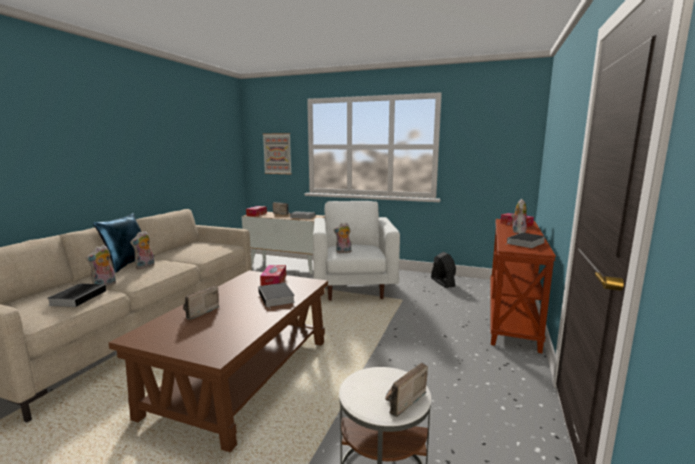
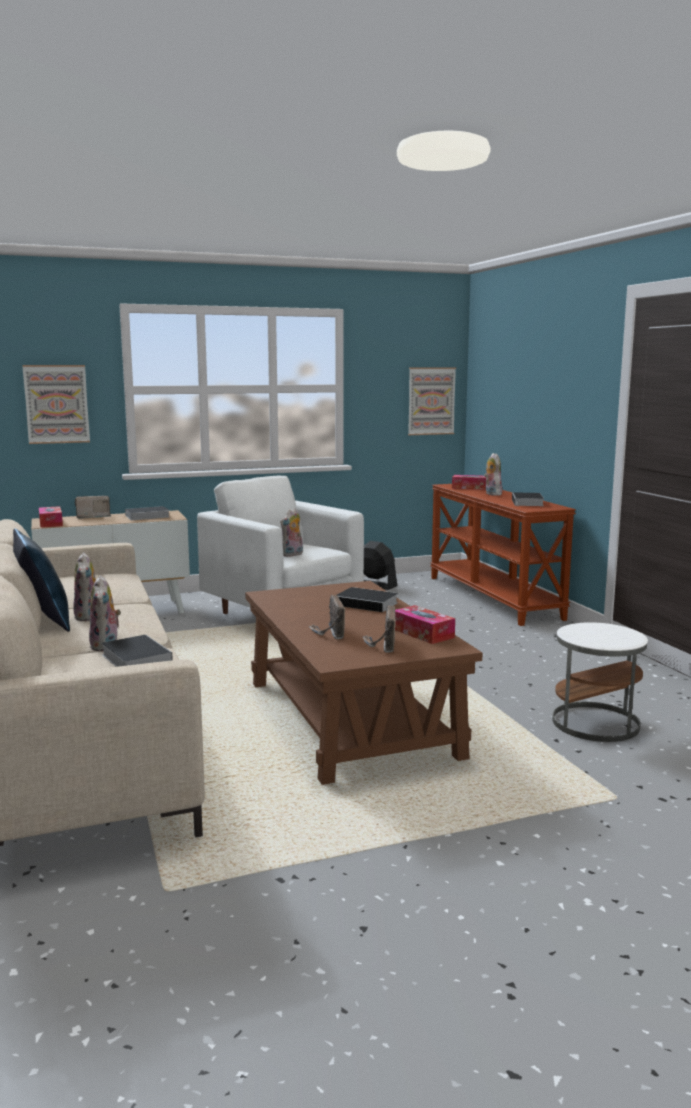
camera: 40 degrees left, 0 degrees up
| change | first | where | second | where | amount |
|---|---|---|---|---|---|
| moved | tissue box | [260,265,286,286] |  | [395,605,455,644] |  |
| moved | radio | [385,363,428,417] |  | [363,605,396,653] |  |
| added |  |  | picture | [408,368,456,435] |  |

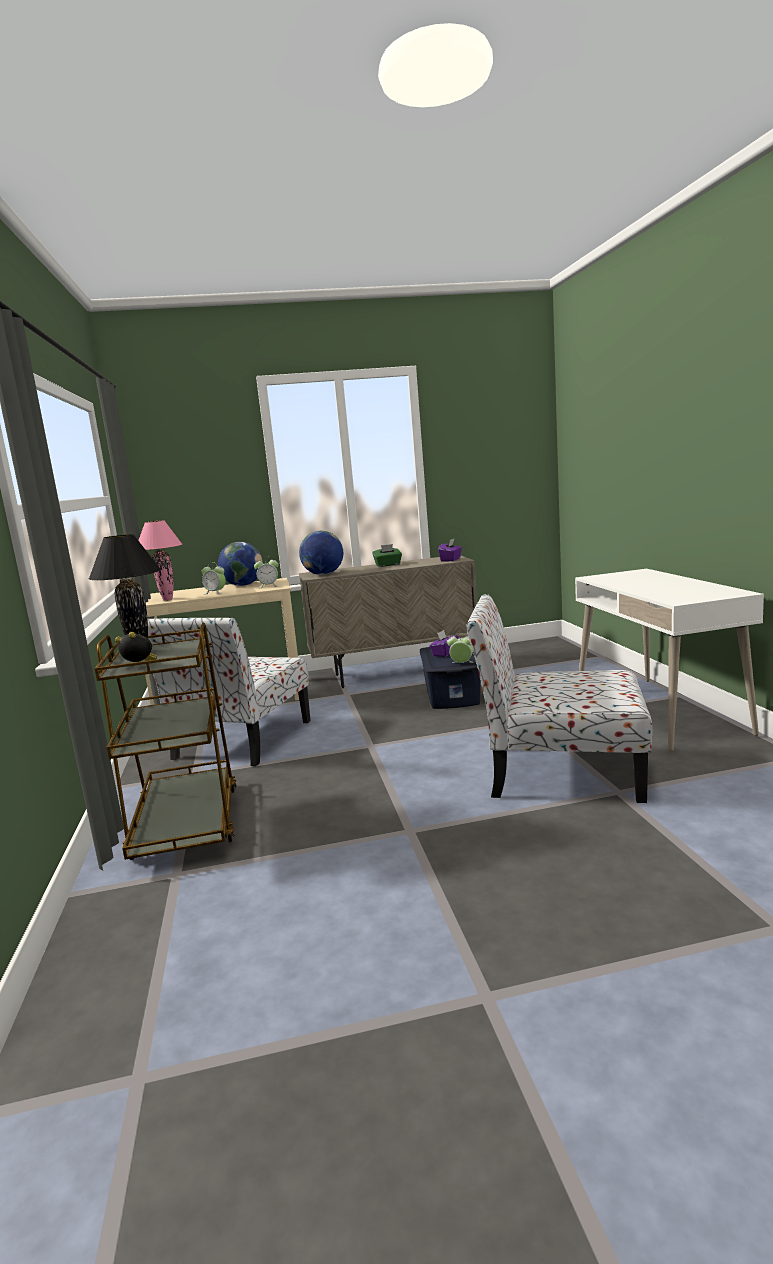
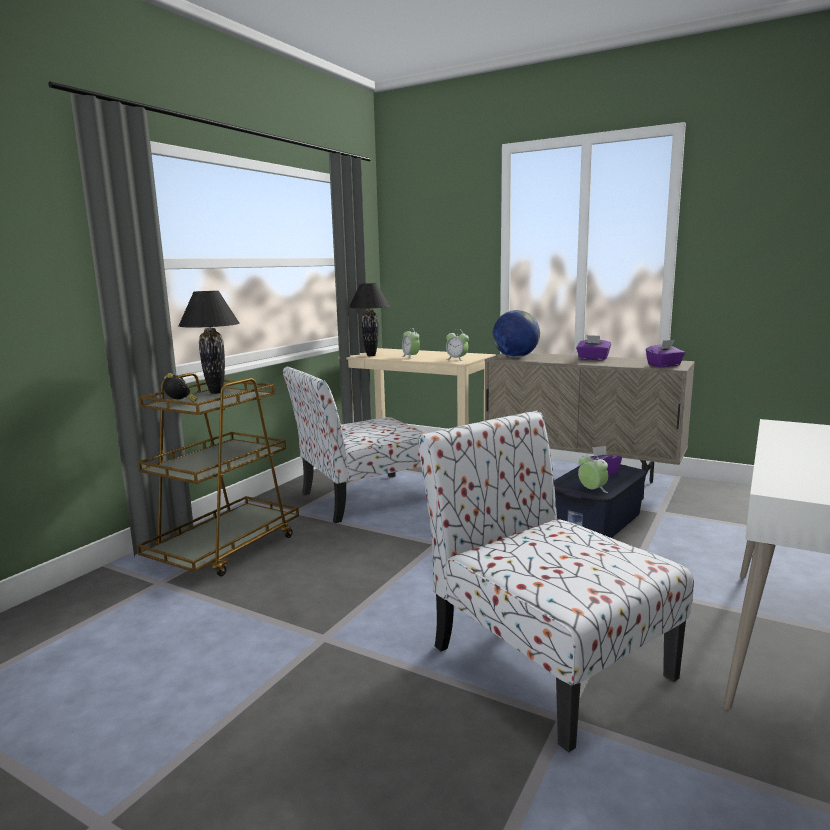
camera: 40 degrees right, 0 degrees up
| change | first | where | second | where | amount |
|---|---|---|---|---|---|
| recoloured | pink table lamp | [138,520,182,601] | black table lamp | [349,283,390,356] |  |
| removed | globe | [218,542,263,586] |  |  |  |
| recoloured | green tissue box | [372,544,402,567] | purple tissue box | [576,335,611,360] |  |

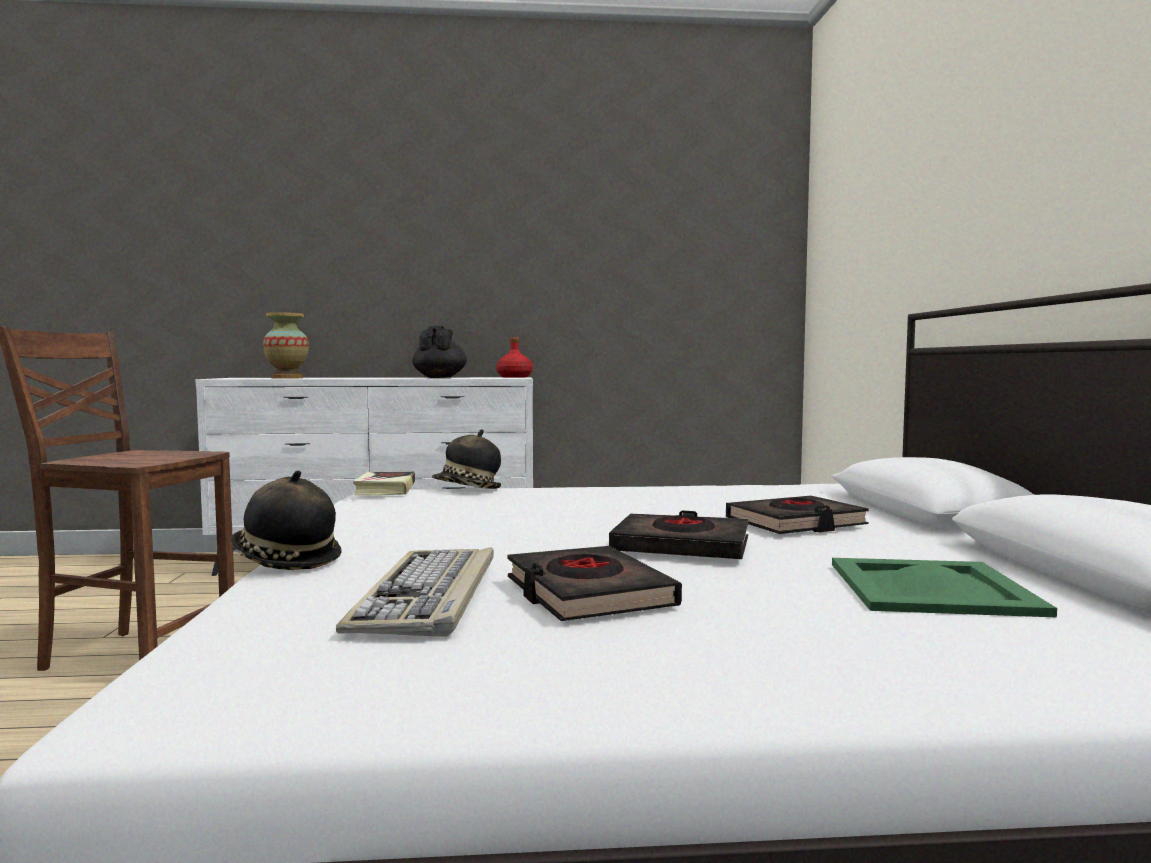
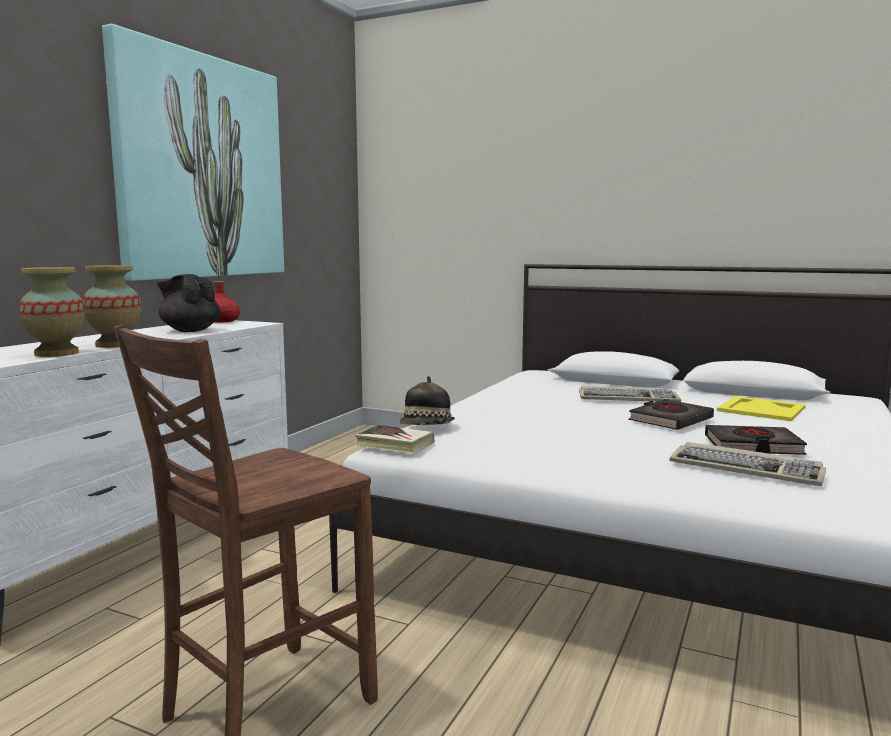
camera: 60 degrees left, 5 degrees up
| change | first | where | second | where | amount |
|---|---|---|---|---|---|
| removed | hat | [231,470,342,570] |  |  |  |
| replaced | black book | [726,496,869,534] | keyboard | [579,386,681,402] |  |
| recoloured | green tray | [832,558,1057,618] | yellow tray | [717,396,806,421] |  |
| added |  |  | picture | [102,24,284,281] |  |
| added |  |  | vase | [83,265,141,348] |  |

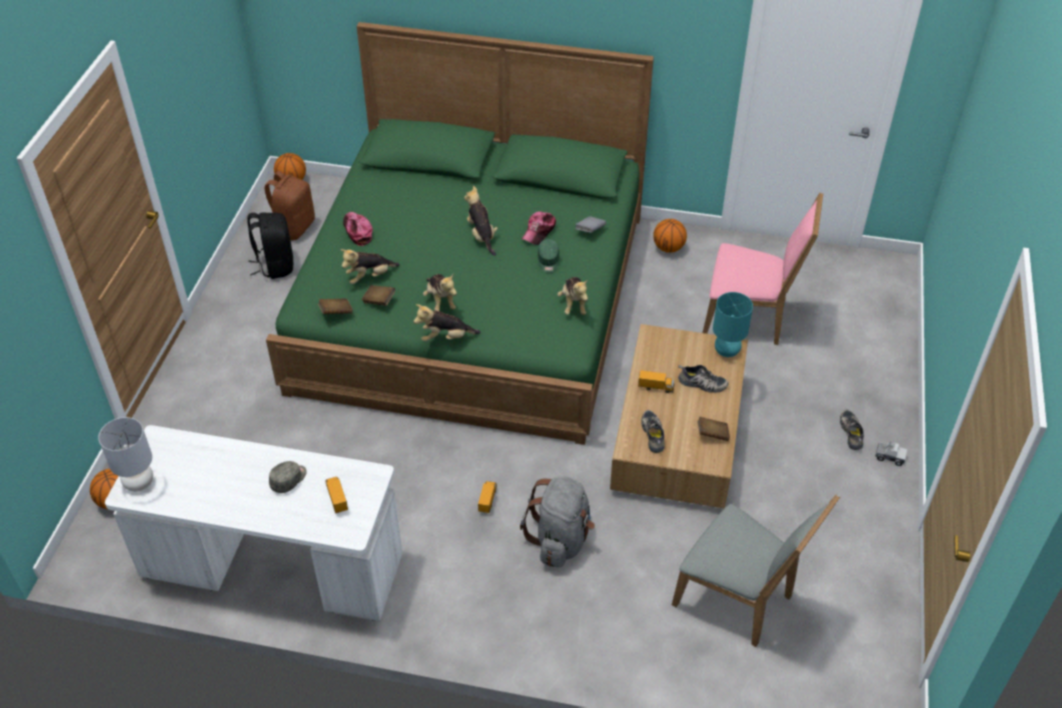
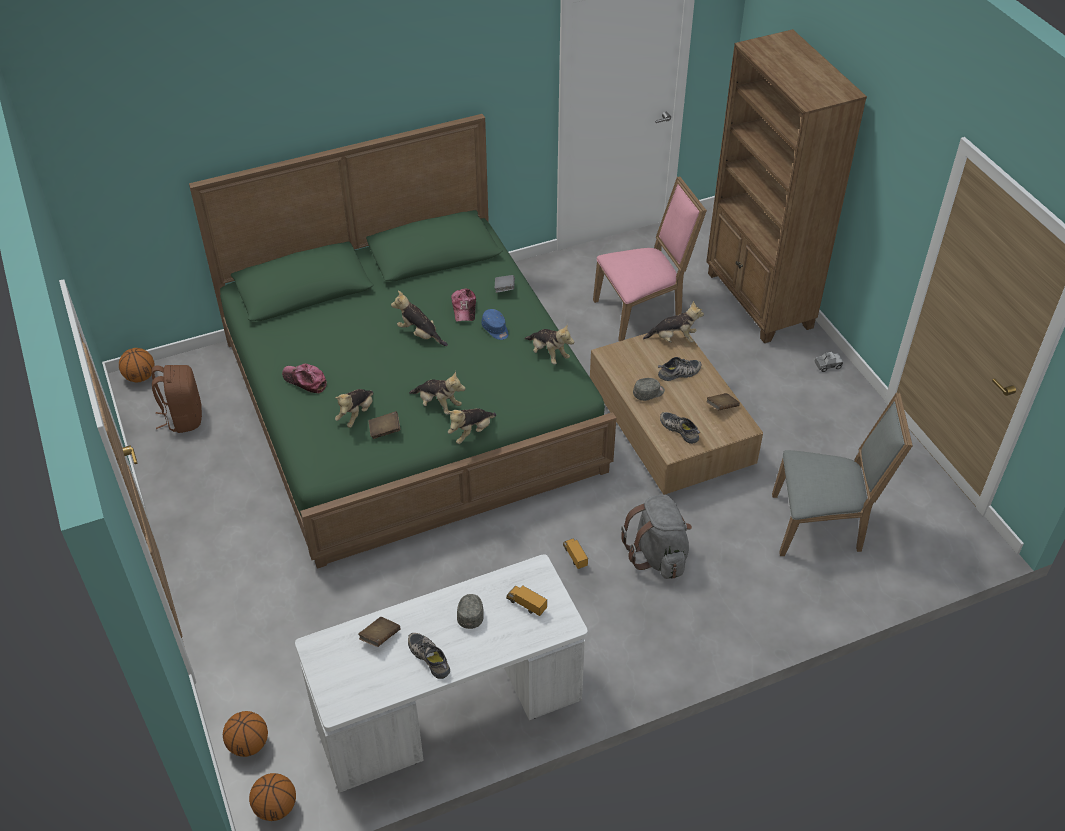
camera: 35 degrees left, 0 degrees up
| change | first | where | second | where | amount |
|---|---|---|---|---|---|
| removed | black backpack | [247,213,294,279] |  |  |  |
| moved | basketball | [653,219,687,253] |  | [249,773,296,821] |  |
| recoloured | green cap | [538,239,559,273] | blue cap | [482,309,508,340] |  |
| replaced | turquoise table lamp | [713,292,753,357] | plush toy | [643,301,704,342] |  |
| moved | brown book | [318,299,352,314] |  | [359,617,400,647] |  |
| replaced | toy truck | [638,370,675,393] | grey cap | [633,378,665,401] |  |
| moved | shoe | [840,409,864,450] |  | [408,633,450,679] |  |
| removed | grey table lamp | [98,417,153,492] |  |  |  |
| added |  |  | brown bookcase | [706,29,867,343] |  |

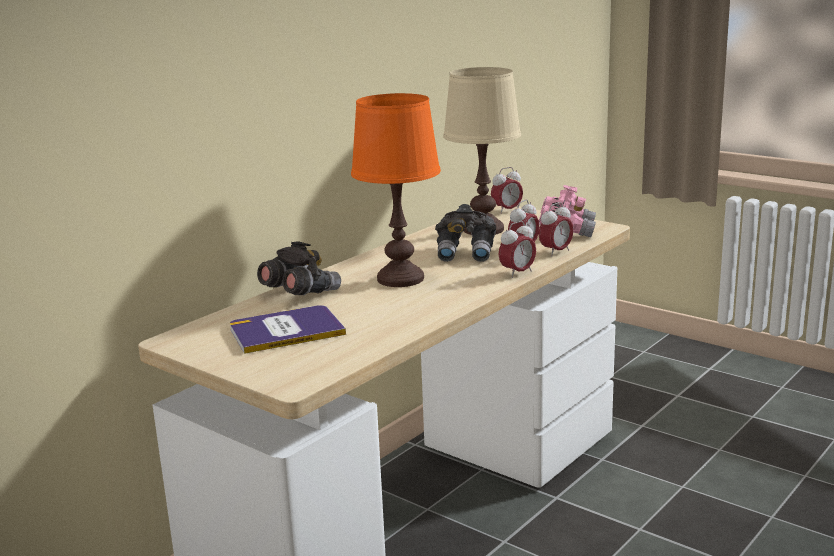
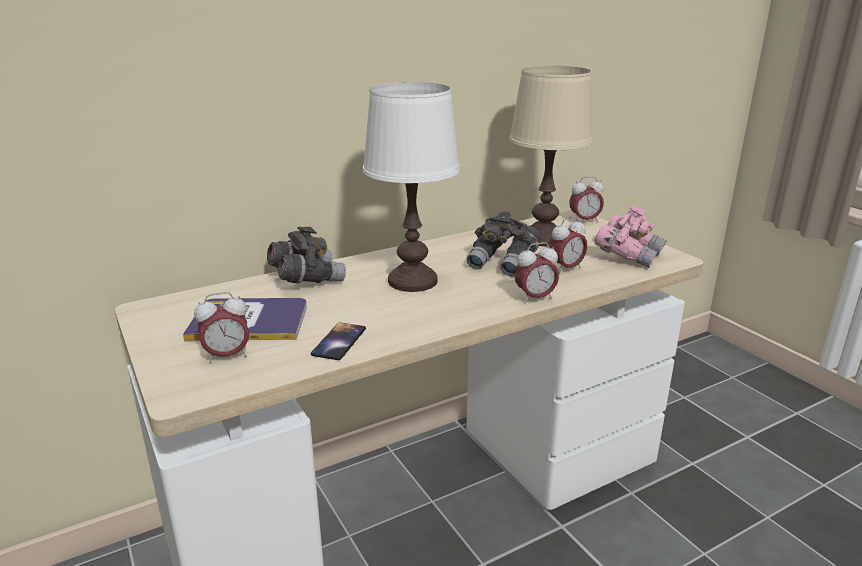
camera: 20 degrees right, 5 degrees up
| change | first | where | second | where | amount |
|---|---|---|---|---|---|
| recoloured | orange table lamp | [351,93,441,287] | white table lamp | [363,82,460,292] |  |
| moved | alarm clock | [539,202,574,256] |  | [194,292,249,363] |  |
| added |  |  | phone | [311,322,366,360] |  |

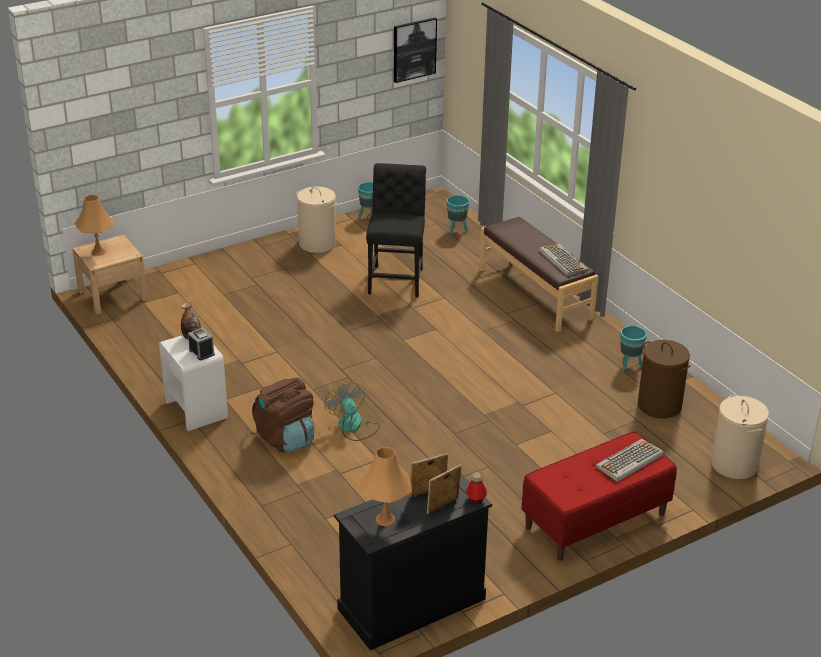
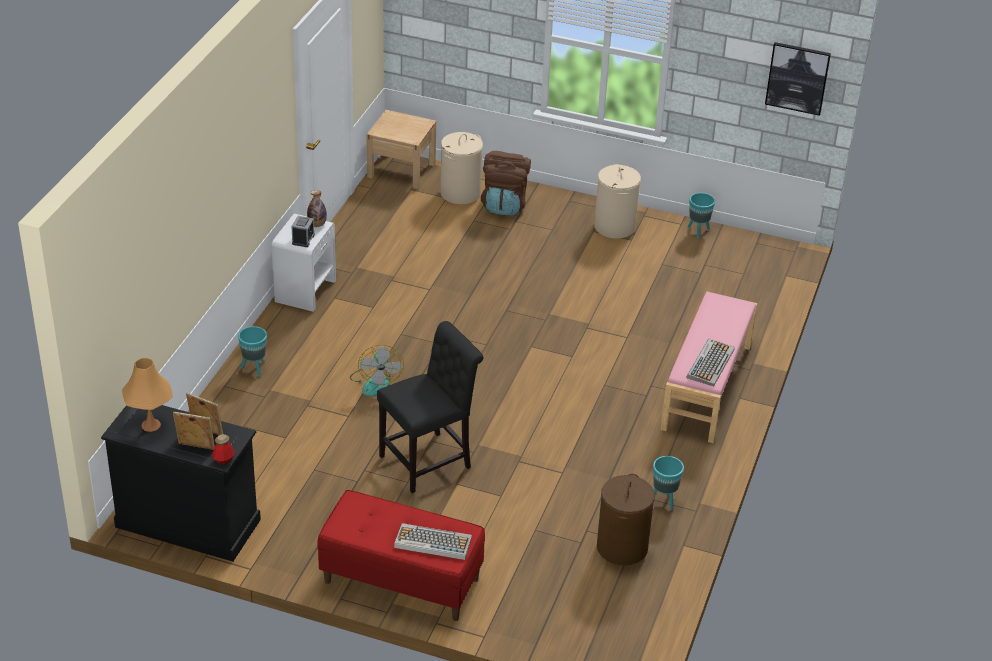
camera: 50 degrees right, 5 degrees up
| change | first | where | second | where | amount |
|---|---|---|---|---|---|
| moved | black chair | [366,163,426,297] |  | [377,321,483,493] |  |
| removed | orange table lamp | [75,195,115,256] |  |  |  |
| moved | turquoise planter | [447,195,469,235] |  | [238,326,267,377] |  |
| recoloured | brown bench | [479,217,599,332] | pink bench | [661,291,757,443] |  |
| moved | brown backpack | [252,378,315,452] |  | [481,151,531,215] |  |
| turned | fan | [324,381,380,441] |  | [350,345,404,396] | 150 degrees clockwise |
| moved | beige laundry basket | [711,395,769,479] |  | [441,132,483,204] |  |

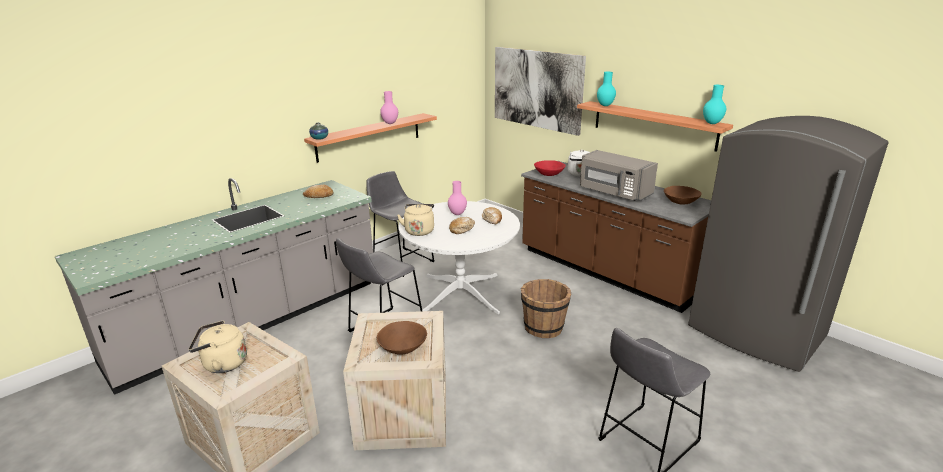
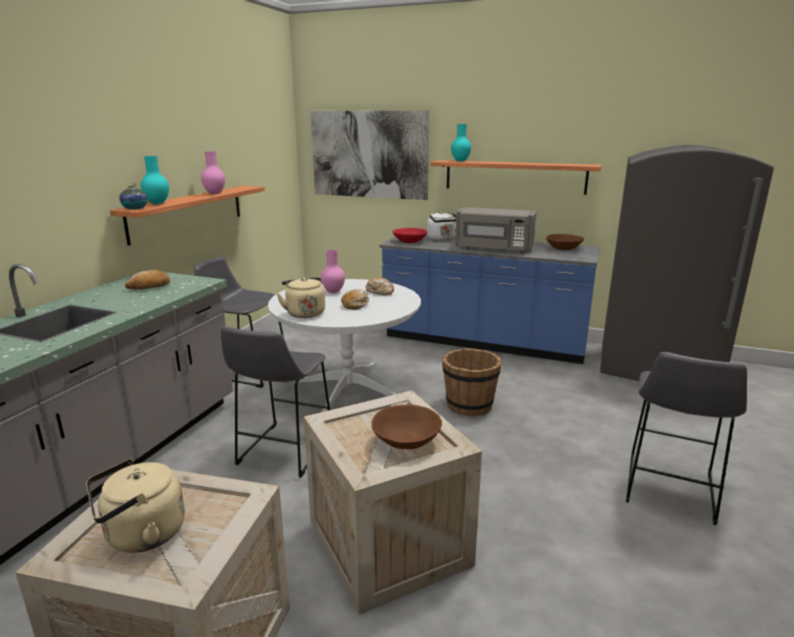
camera: 25 degrees left, 5 degrees down
| change | first | where | second | where | amount |
|---|---|---|---|---|---|
| moved | turquoise vase | [703,85,726,124] |  | [141,156,169,204] |  |
| recoloured | brown counter | [521,161,711,313] | blue counter | [380,234,600,364] |  |

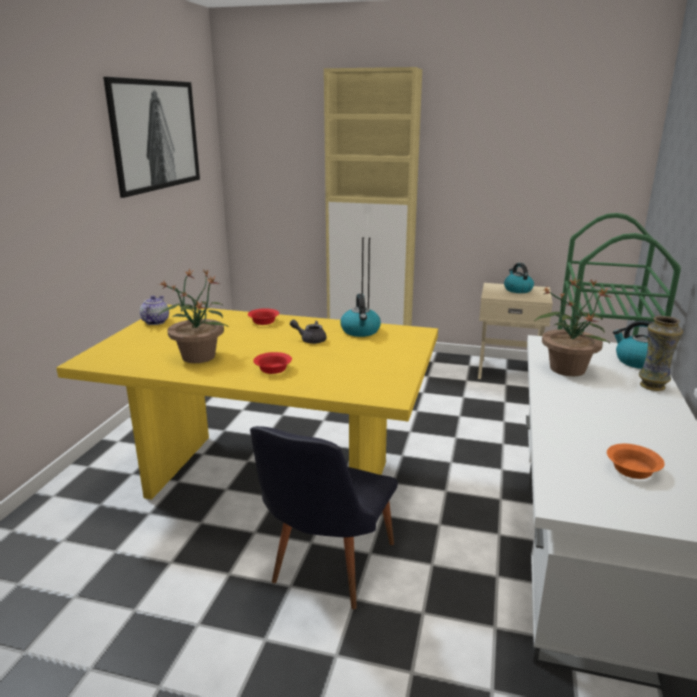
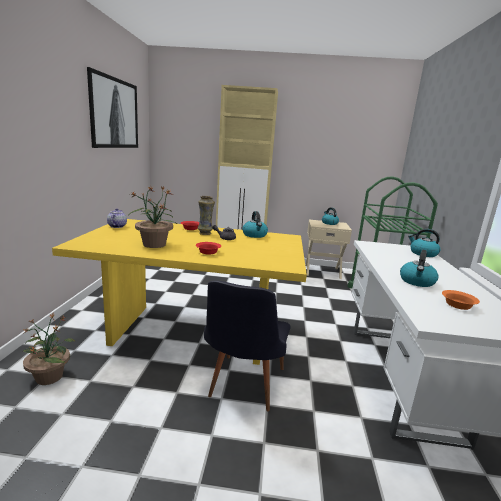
camera: 10 degrees left, 5 degrees down
| change | first | where | second | where | amount |
|---|---|---|---|---|---|
| moved | potted plant | [534,278,611,376] |  | [23,314,75,385] |  |
| moved | vase | [639,316,683,391] |  | [198,196,215,235] |  |
| added |  |  | kettle | [400,250,439,287] |  |

